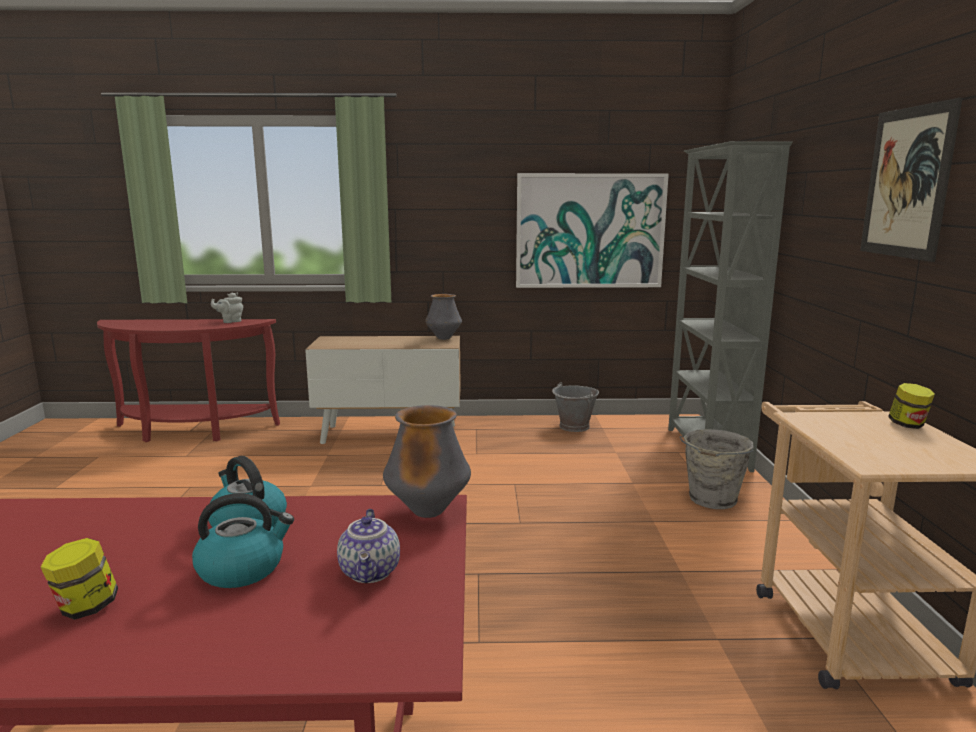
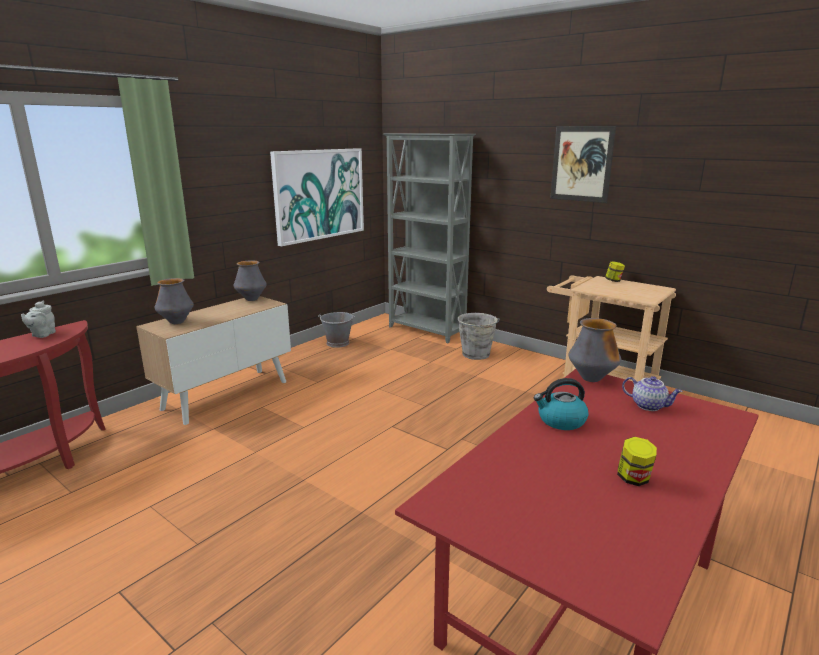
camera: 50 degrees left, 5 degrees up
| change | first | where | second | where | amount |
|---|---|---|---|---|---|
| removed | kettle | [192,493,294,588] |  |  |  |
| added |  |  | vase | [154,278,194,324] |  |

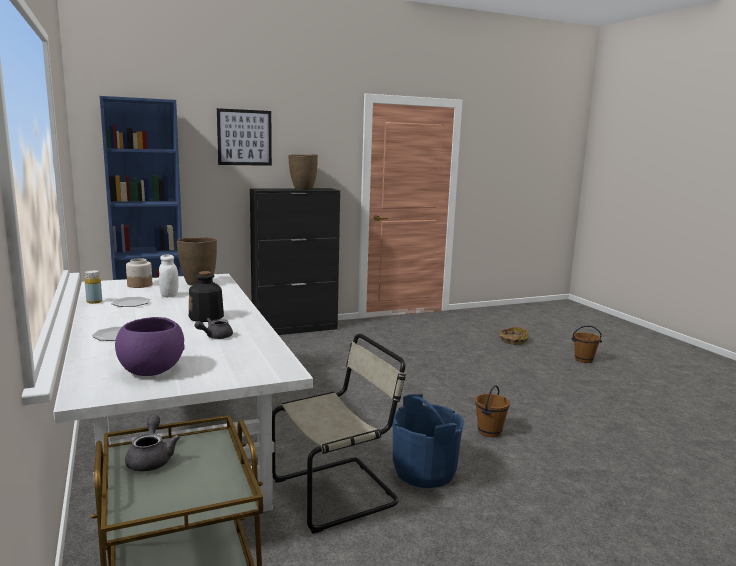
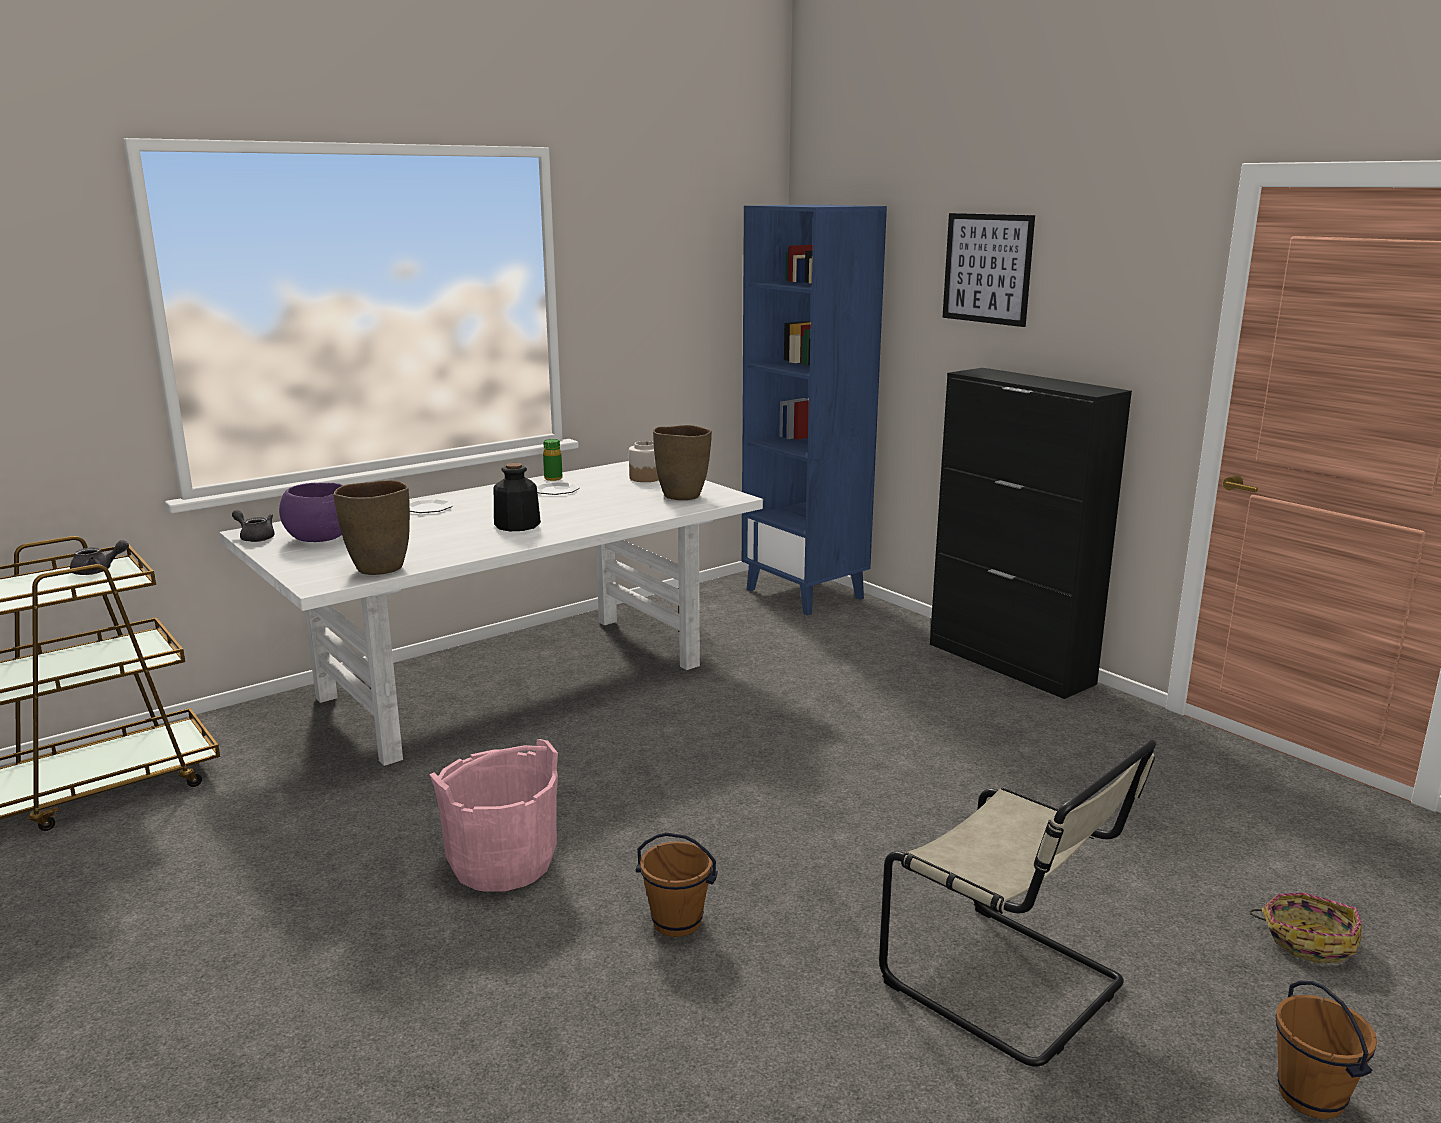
camera: 75 degrees right, 5 degrees up
| change | first | where | second | where | amount |
|---|---|---|---|---|---|
| moved | brown vase | [288,154,318,190] |  | [333,480,410,575] |  |
| removed | white jar | [159,255,179,297] |  |  |  |
| recoloured | yellow bottle | [85,270,102,304] | green bottle | [543,439,562,481] |  |
| moved | grey teapot | [195,318,233,339] |  | [232,510,275,542] |  |
| moved | beige chair | [272,334,406,534] |  | [879,739,1157,1067] |  |
| recoloured | blue bucket | [392,394,464,488] | pink bucket | [429,739,558,892] |  |

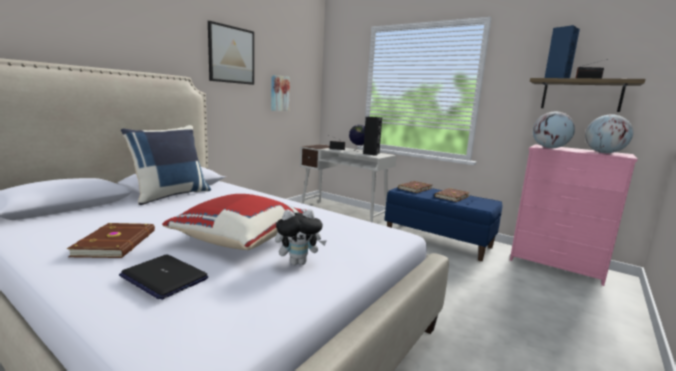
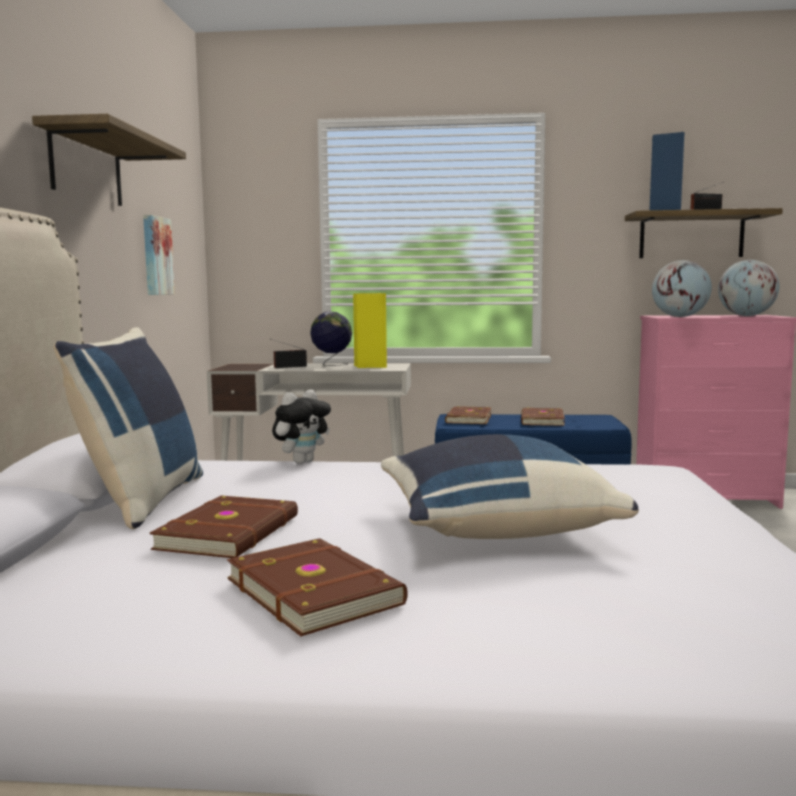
camera: 30 degrees left, 5 degrees down
| change | first | where | second | where | amount |
|---|---|---|---|---|---|
| replaced | picture | [208,21,254,85] | shelf | [32,114,186,206] |  |
| recoloured | black speaker | [363,117,382,156] | yellow speaker | [353,293,387,368] |  |
| recoloured | red pillow | [162,194,306,250] | blue pillow | [381,434,639,539] |  |
| moved | plush toy | [275,209,327,265] |  | [272,390,331,464] |  |
| removed | laptop | [119,254,208,300] |  |  |  |
| added |  |  | brown book | [150,496,298,558] |  |

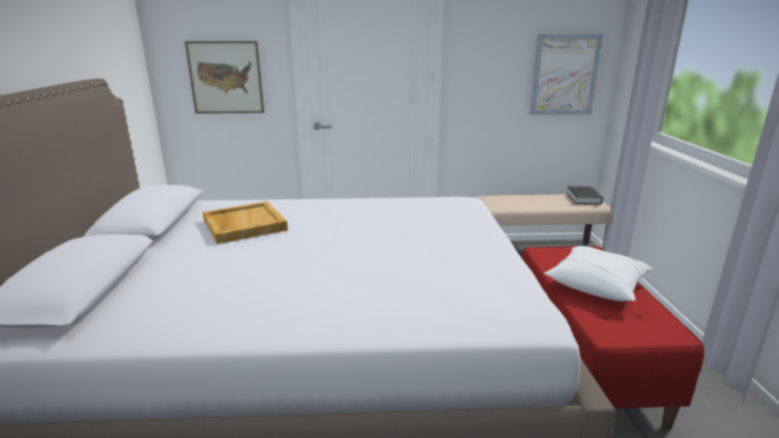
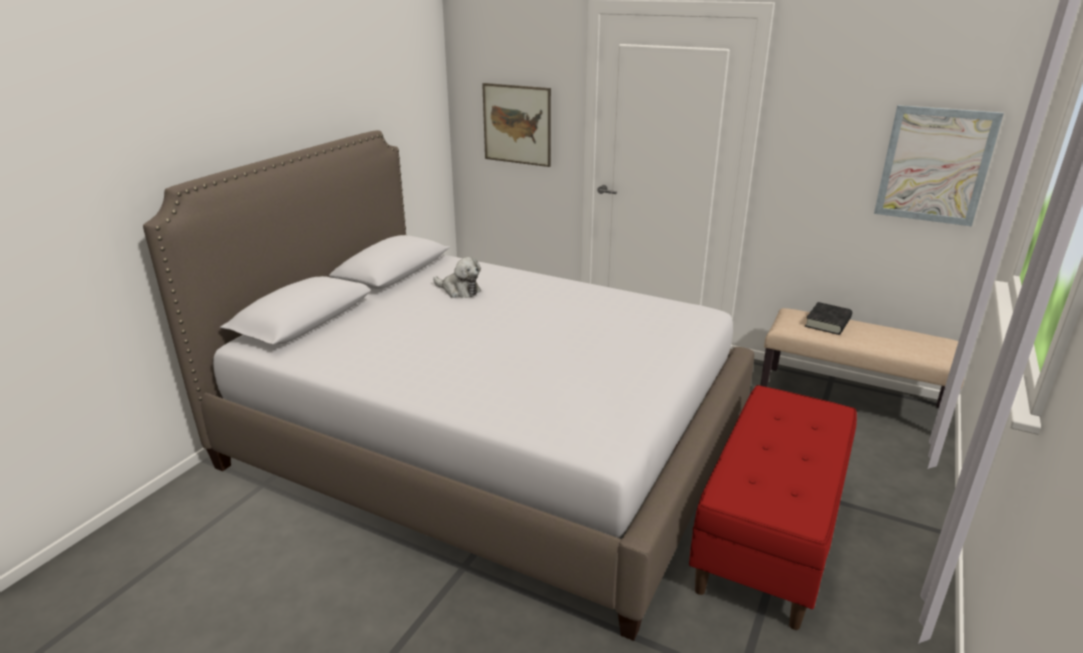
camera: 30 degrees right, 5 degrees up
| change | first | where | second | where | amount |
|---|---|---|---|---|---|
| moved | black book | [566,186,603,204] |  | [805,302,852,335] |  |
| replaced | beige tray | [203,201,288,244] | plush toy | [433,257,481,298] |  |
| removed | white pillow | [544,246,653,301] |  |  |  |

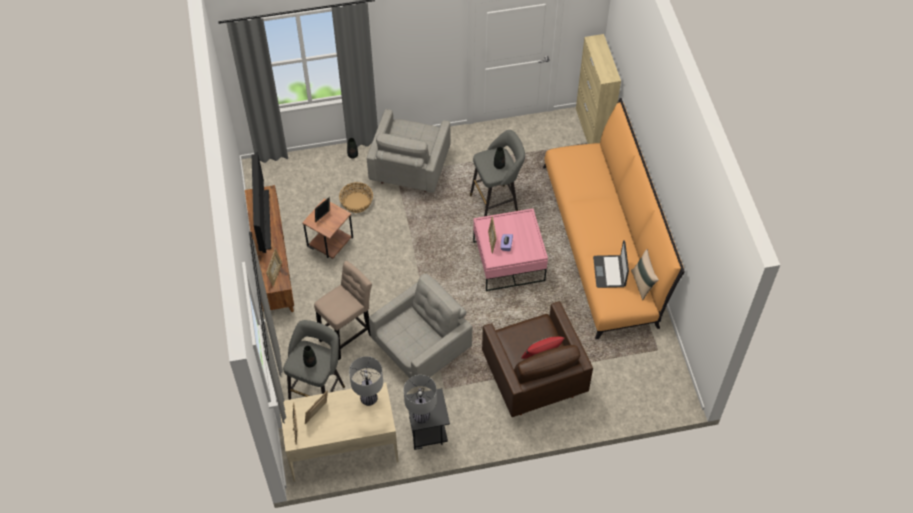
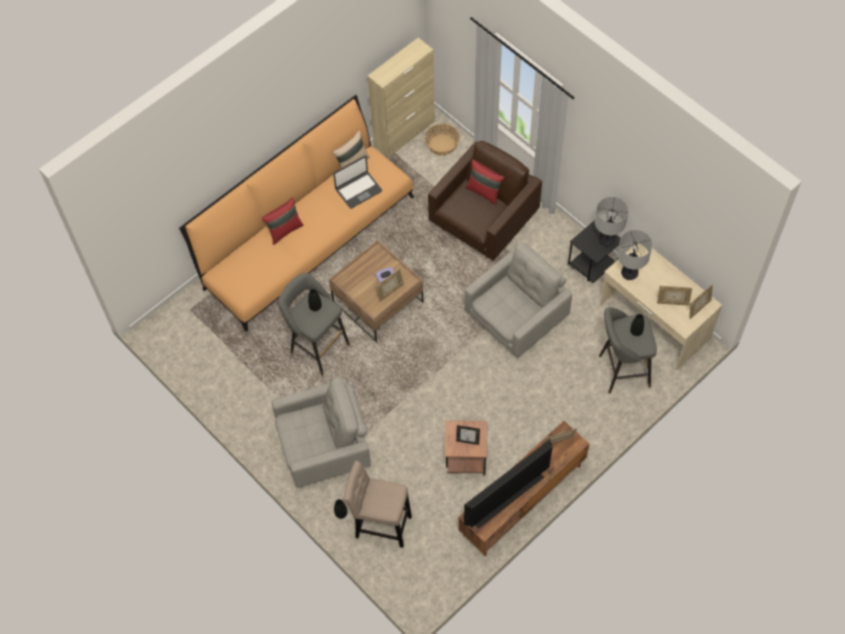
camera: 120 degrees left, 5 degrees up
| change | first | where | second | where | amount |
|---|---|---|---|---|---|
| moved | beige cabinet | [576,34,621,144] |  | [368,38,435,158] |  |
| moved | basket | [339,182,373,213] |  | [425,123,460,156] |  |
| recoloured | pink coffee table | [473,209,548,291] | brown coffee table | [329,240,423,342] |  |
| moved | beige stool | [314,261,372,360] |  | [343,461,412,548] |  |
| turned | grey armchair | [369,274,472,378] |  | [465,242,572,358] | 120 degrees clockwise |
| added |  |  | red pillow | [261,197,303,245] |  |

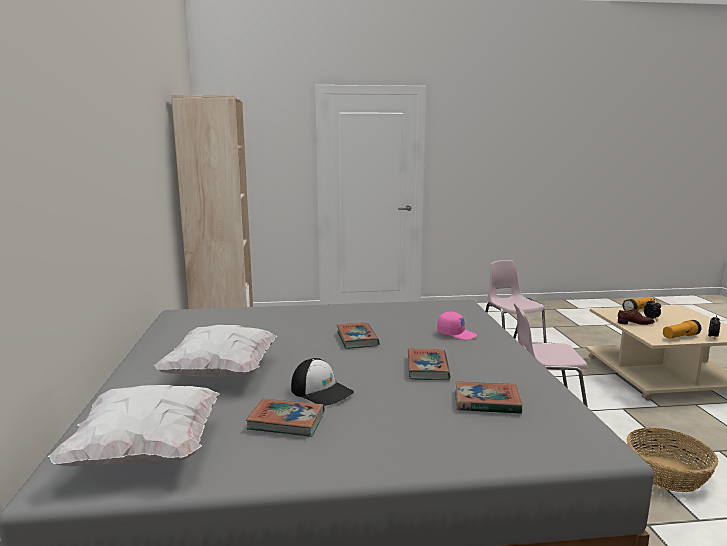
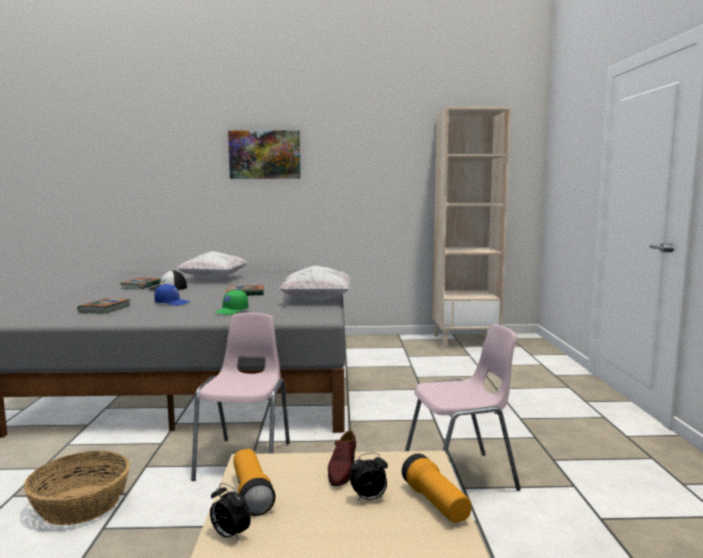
camera: 95 degrees right, 5 degrees down
| change | first | where | second | where | amount |
|---|---|---|---|---|---|
| recoloured | pink cap | [437,311,477,340] | green cap | [214,290,248,315] |  |
| replaced | book | [408,348,450,380] | blue cap | [154,284,190,306] |  |
| moved | white pillow | [48,385,220,466] |  | [280,266,352,300] |  |
| added |  |  | picture | [228,130,301,179] |  |

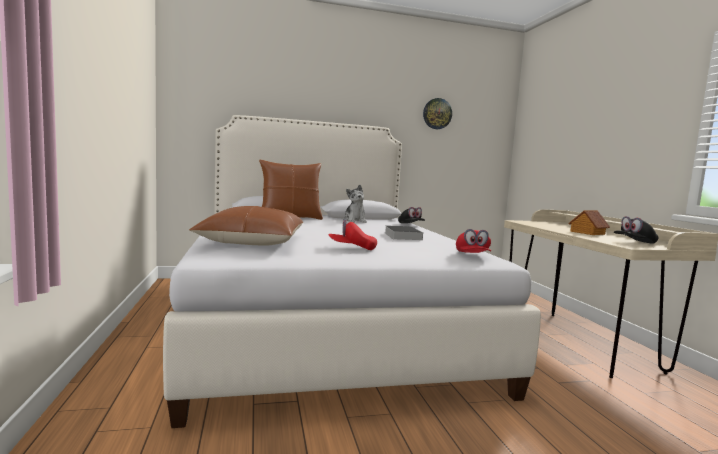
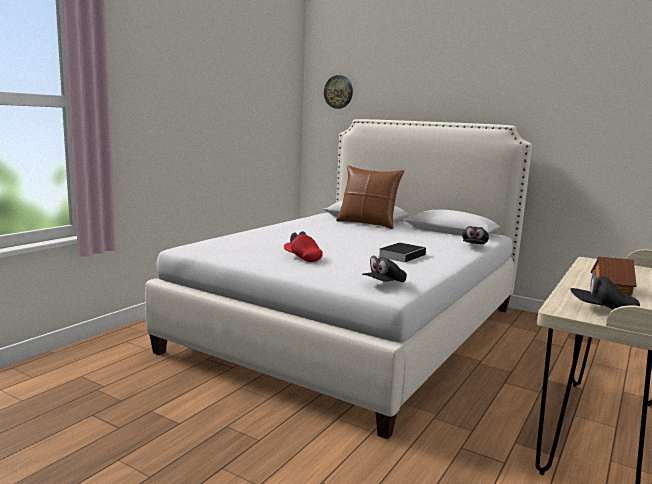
camera: 45 degrees right, 5 degrees up
| change | first | where | second | where | amount |
|---|---|---|---|---|---|
| moved | wall clock | [423,98,452,129] |  | [324,75,353,109] |  |
| removed | plush toy | [343,185,367,223] |  |  |  |
| removed | brown pillow | [189,206,303,246] |  |  |  |
| recoloured | red cap | [456,229,491,253] | black cap | [362,256,407,282] |  |

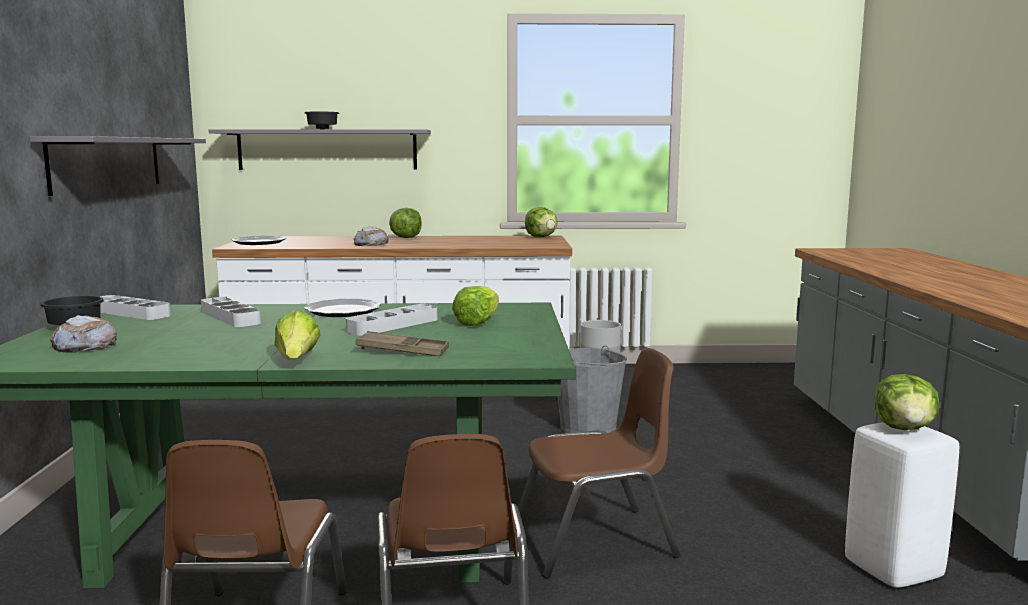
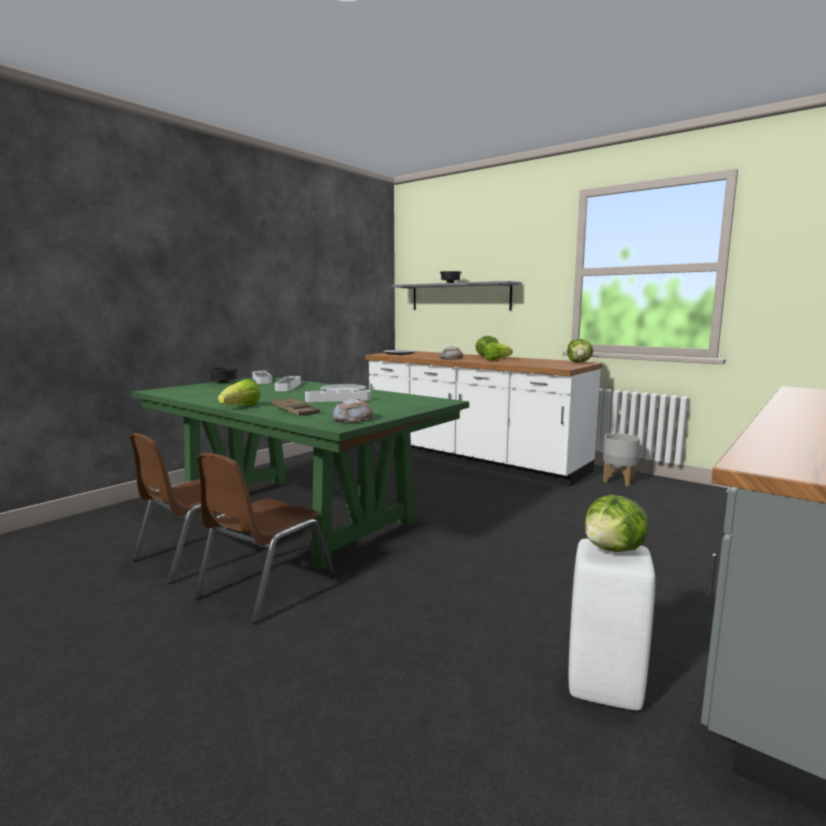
camera: 40 degrees right, 0 degrees up
| change | first | where | second | where | amount |
|---|---|---|---|---|---|
| removed | grey shelf | [30,136,206,196] |  |  |  |
| moved | lettuce | [452,286,499,326] |  | [484,342,513,361] |  |
| moved | bread | [50,315,117,353] |  | [332,398,373,423] |  |
| removed | grey bucket | [558,345,627,433] |  |  |  |
| removed | brown chair | [518,348,680,579] |  |  |  |

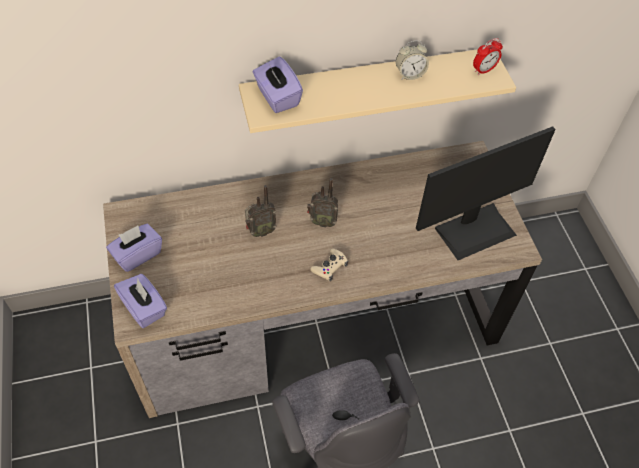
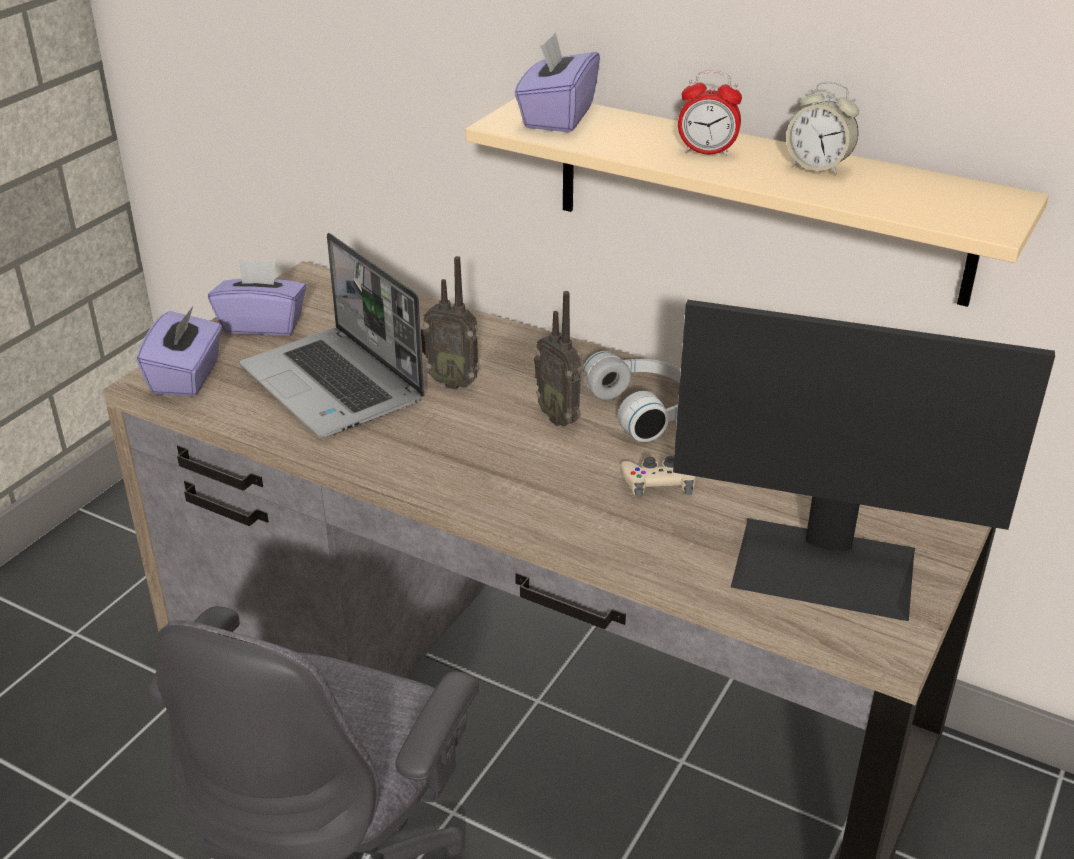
camera: 45 degrees right, 20 degrees down
| change | first | where | second | where | amount |
|---|---|---|---|---|---|
| moved | alarm clock | [473,38,503,75] |  | [678,71,742,156] |  |
| moved | beige game controller | [311,249,348,281] |  | [620,456,697,497] |  |
| added |  |  | laptop | [240,233,425,437] |  |
| added |  |  | white headphones | [583,351,681,442] |  |

